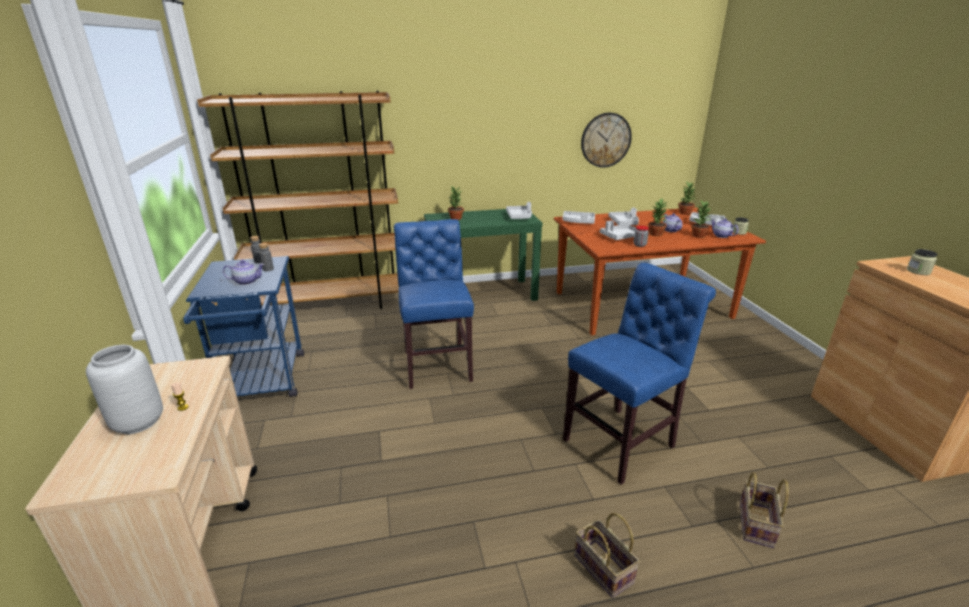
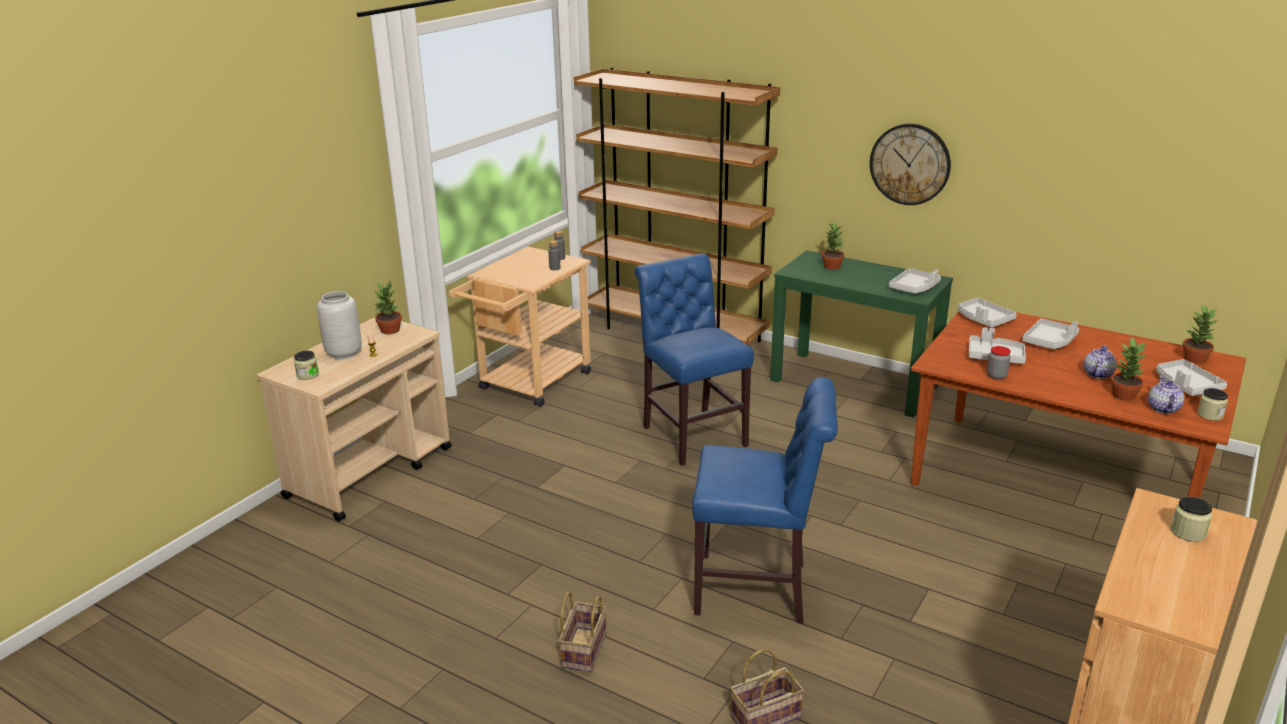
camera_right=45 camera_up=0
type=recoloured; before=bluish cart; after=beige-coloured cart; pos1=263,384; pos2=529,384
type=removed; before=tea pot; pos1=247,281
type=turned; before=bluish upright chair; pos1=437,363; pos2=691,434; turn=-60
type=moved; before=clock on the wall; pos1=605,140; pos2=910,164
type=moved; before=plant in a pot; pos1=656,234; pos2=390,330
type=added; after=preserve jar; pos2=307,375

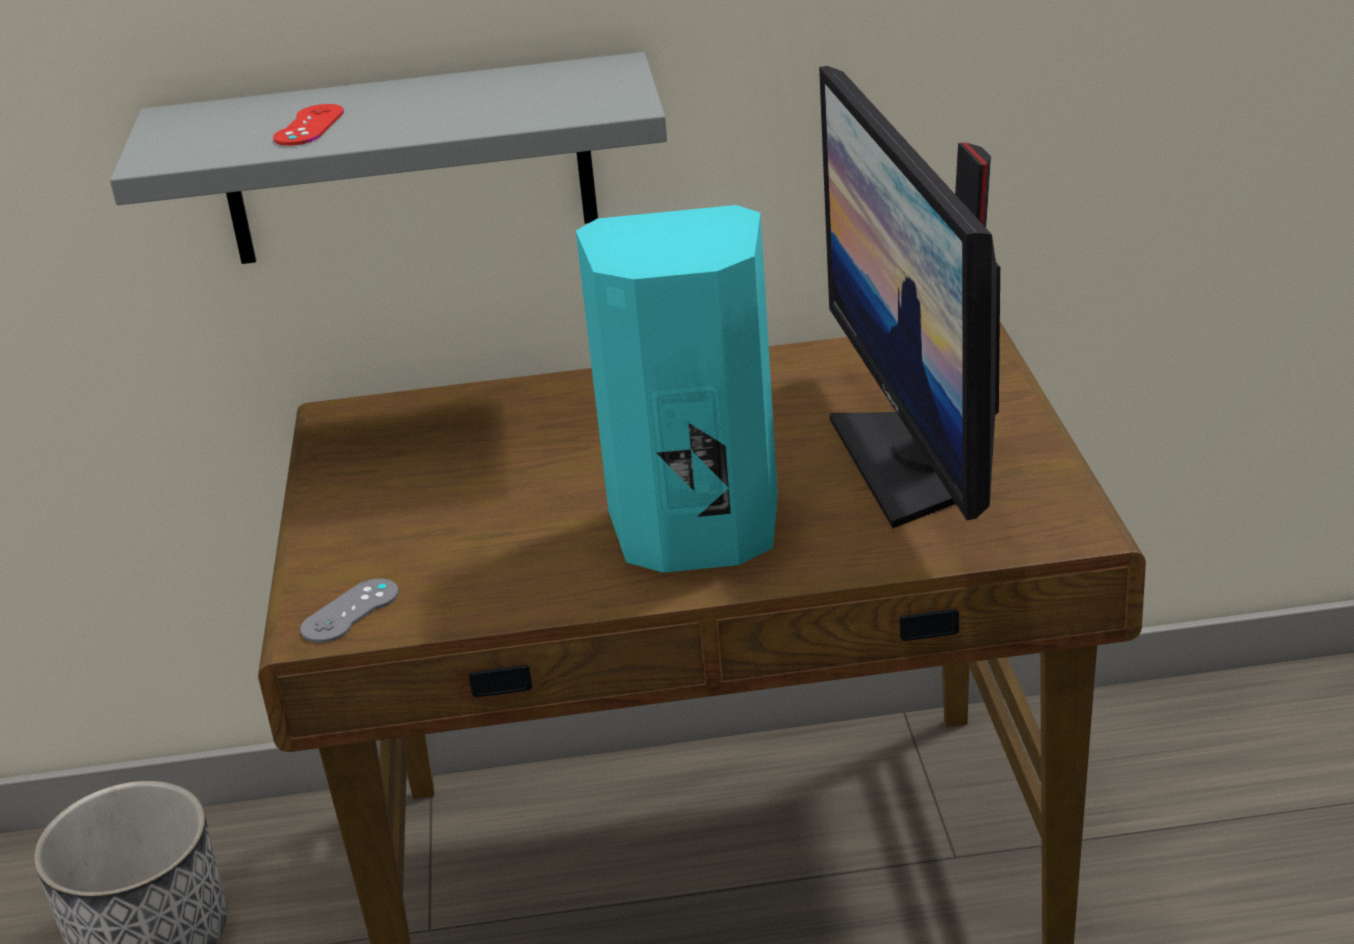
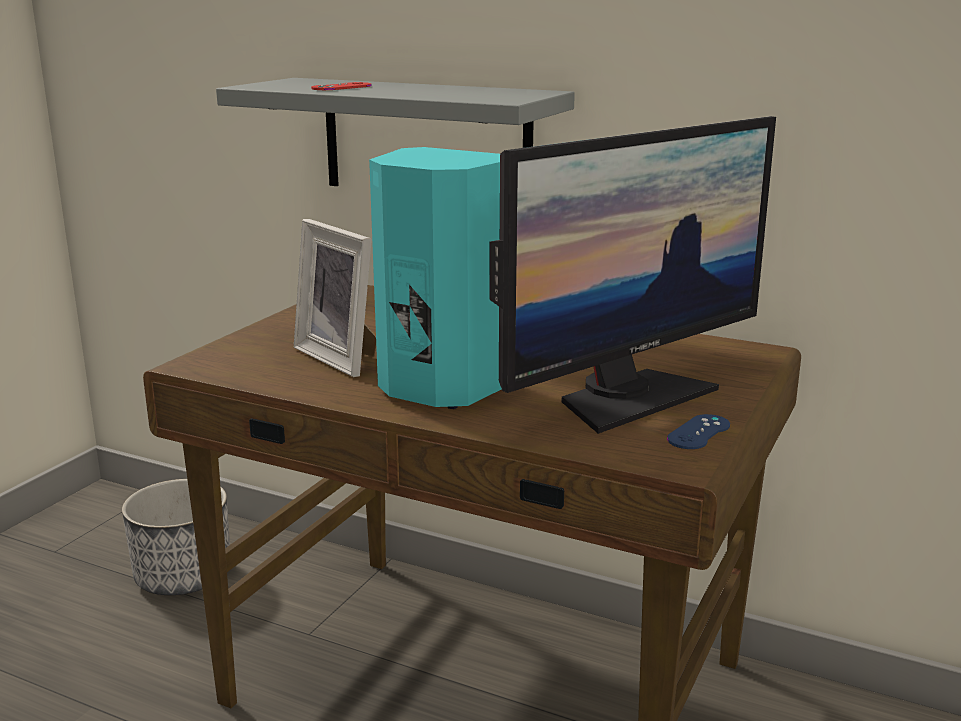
camera_right=30 camera_up=-10
type=removed; before=greyish joypad; pos1=350,611
type=turned; before=computer screen; pos1=914,461; pos2=628,397; turn=-150
type=added; after=picture frame; pos2=343,357
type=added; after=bluish joypad; pos2=699,432

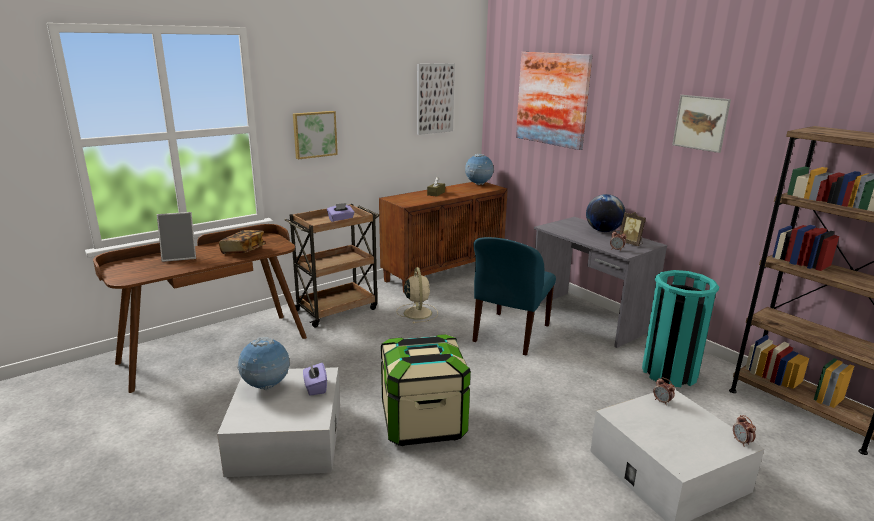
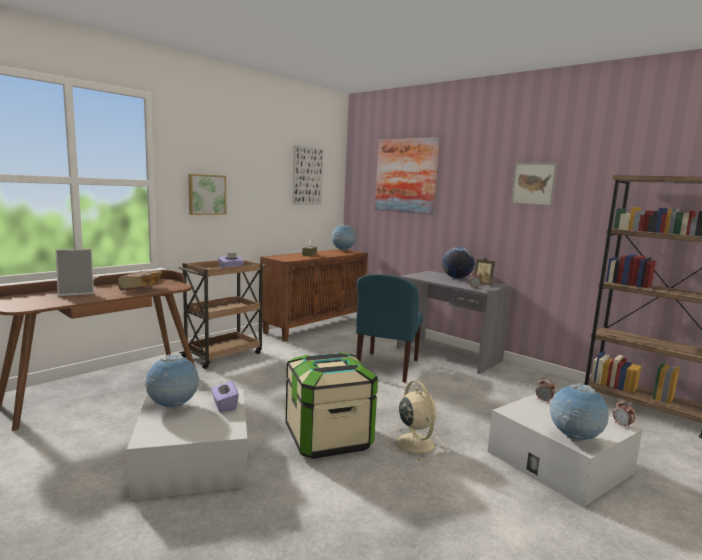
camera_right=-10 camera_up=-10
type=moved; before=beige-coloured electric fan; pos1=417,312; pos2=414,442
type=removed; before=turquoise trash can; pos1=669,372
type=added; after=globe; pos2=574,439

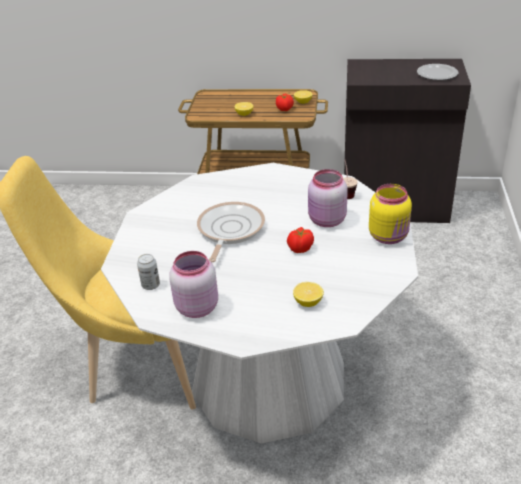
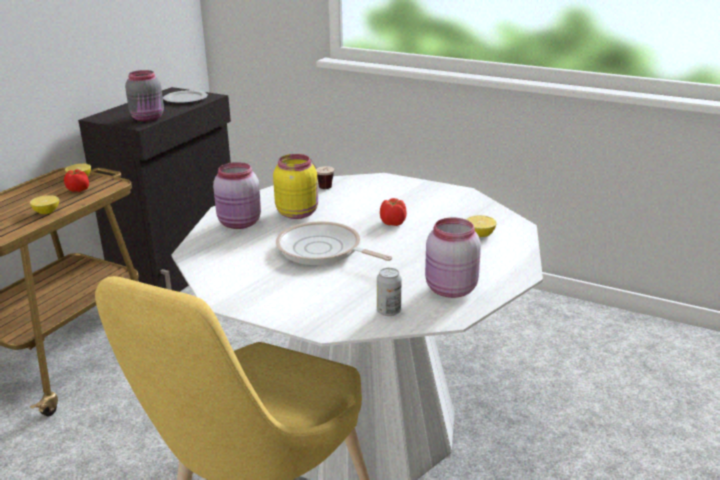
camera_right=-70 camera_up=-10
type=moved; before=pinkish preserve jar; pos1=326,221; pos2=240,223
type=moved; before=yellow preserve jar; pos1=389,236; pos2=298,213
type=added; after=greyish preserve jar; pos2=148,118

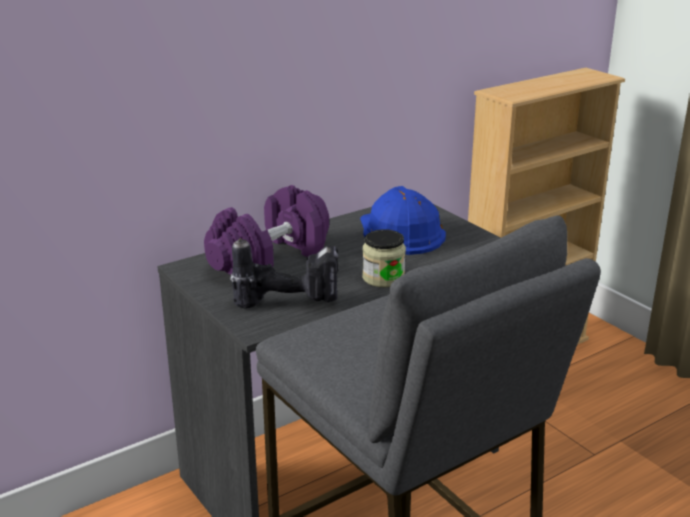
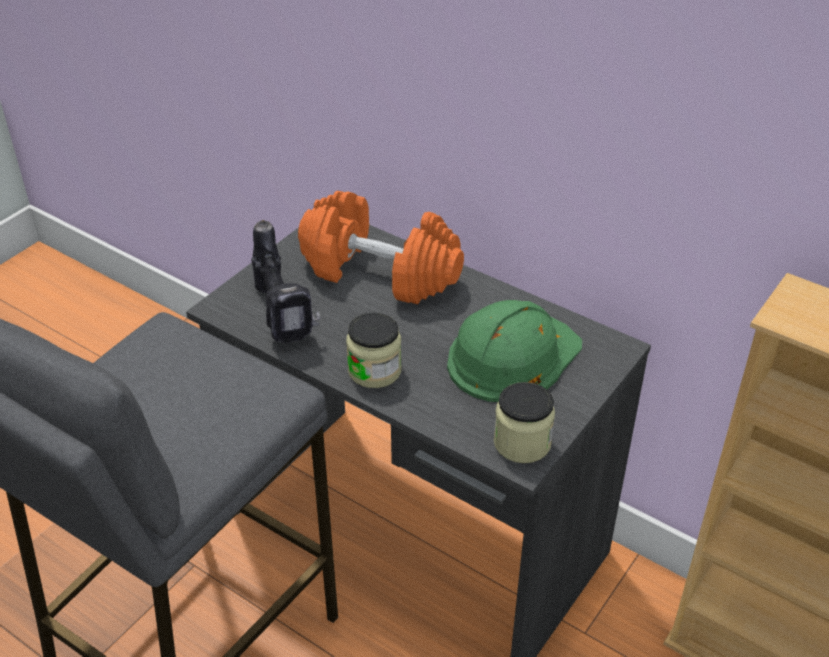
camera_right=70 camera_up=15
type=recoloured; before=purple free weight; after=orangey free weight; pos1=269,258; pos2=381,272
type=recoloured; before=bluish work helmet; after=greenish work helmet; pos1=400,232; pos2=512,356
type=added; after=preserve jar; pos2=522,443

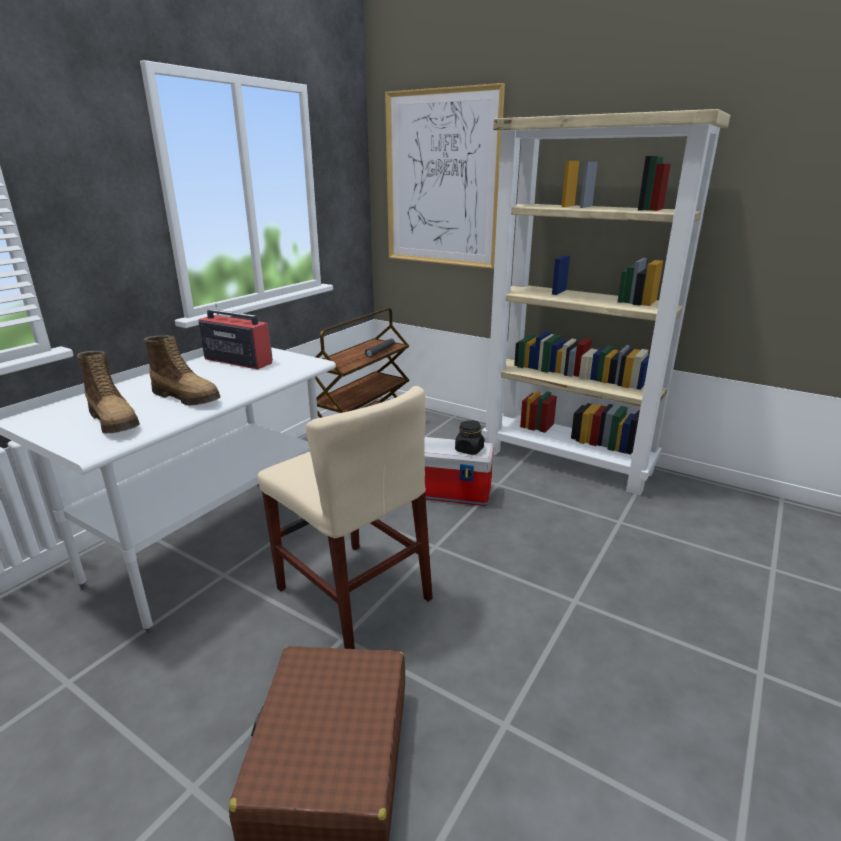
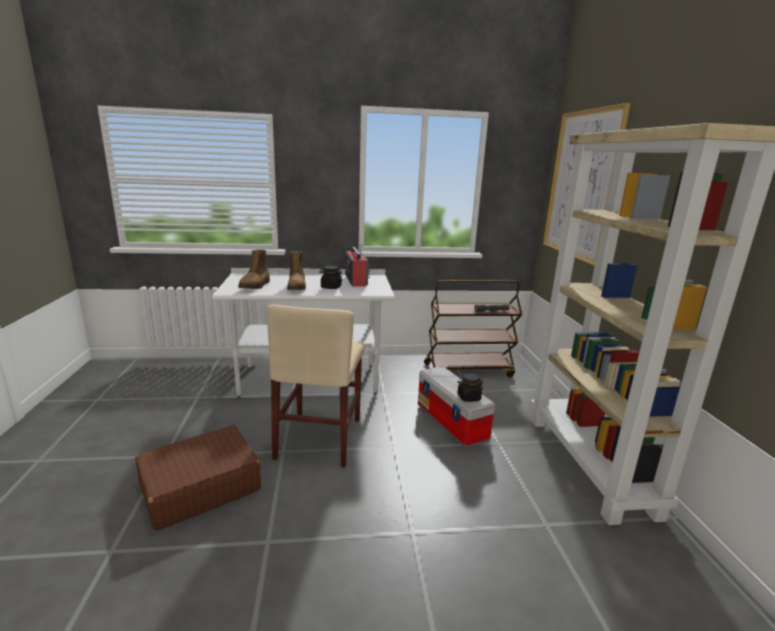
camera_right=50 camera_up=-5
type=added; after=black preserve jar; pos2=331,287

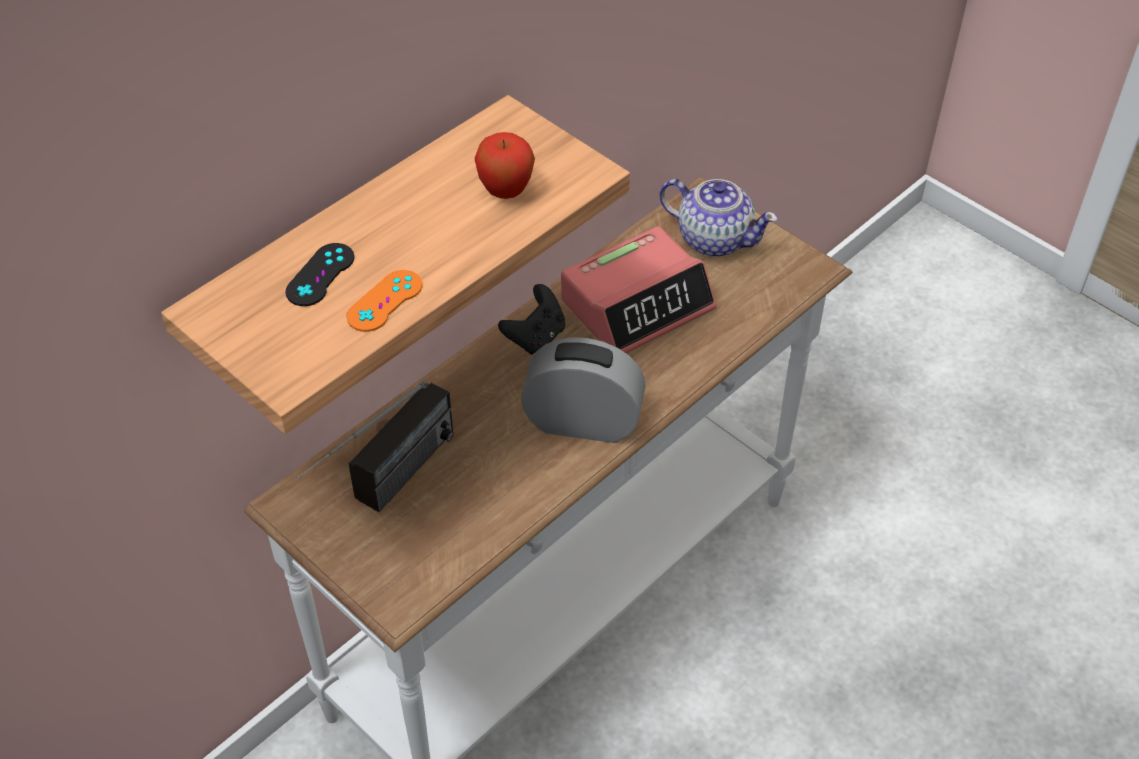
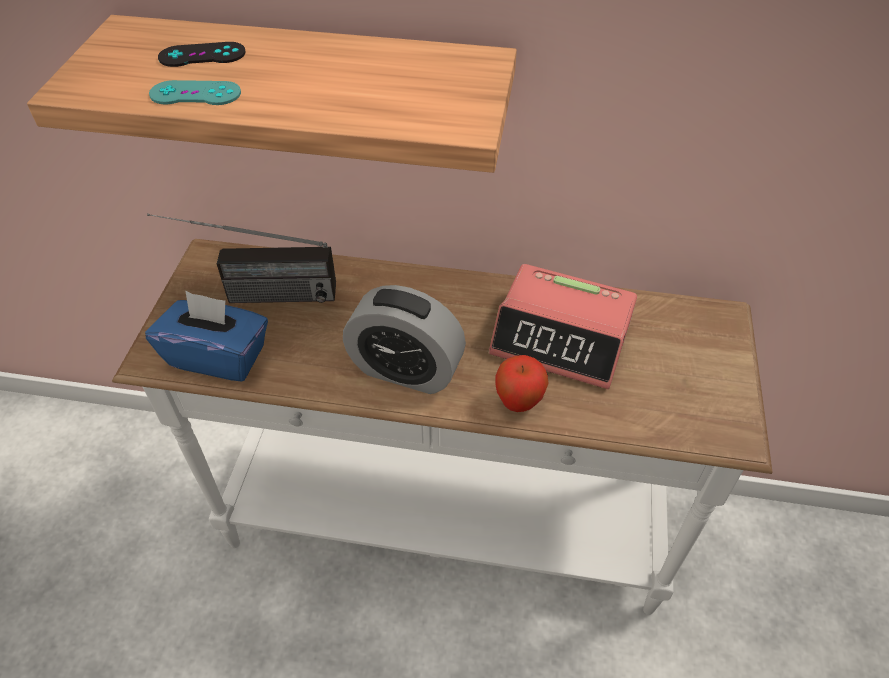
camera_right=55 camera_up=0
type=recoloured; before=orangey joypad; after=turquoise joypad; pos1=385,301; pos2=195,94
type=moved; before=apple fruit; pos1=506,191; pos2=518,402
type=removed; before=black joypad; pos1=535,337
type=turned; before=bedside clock; pos1=583,422; pos2=405,370; turn=135
type=removed; before=tea pot; pos1=713,238
type=added; after=bluish tissue box; pos2=218,356

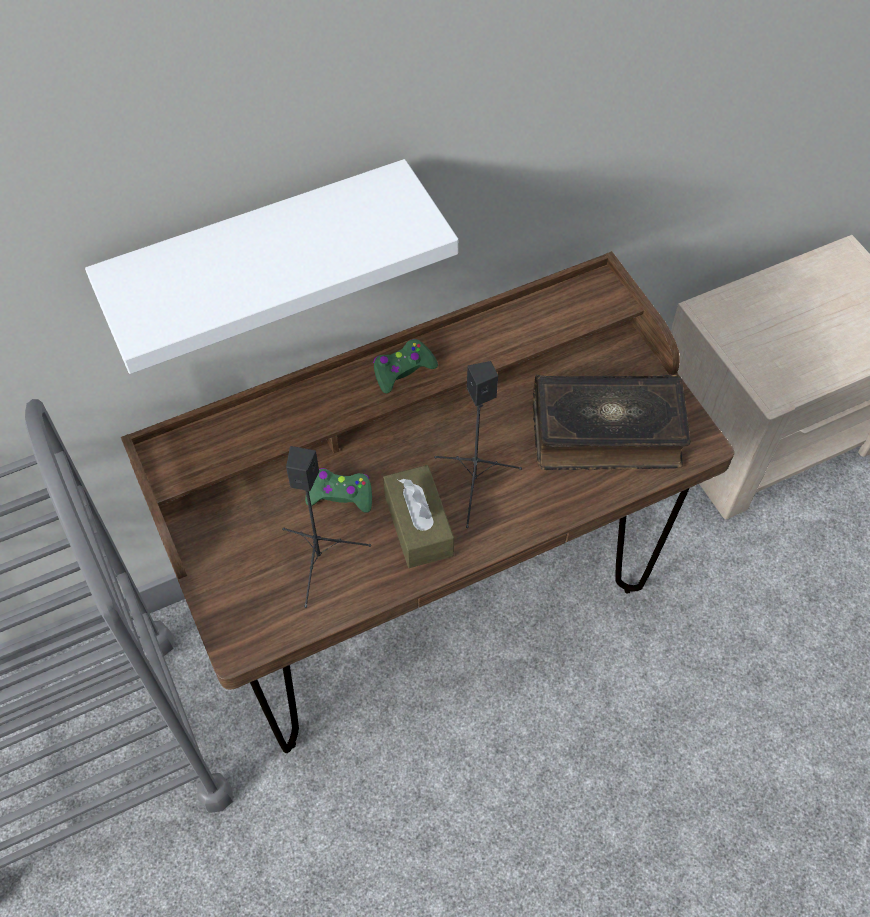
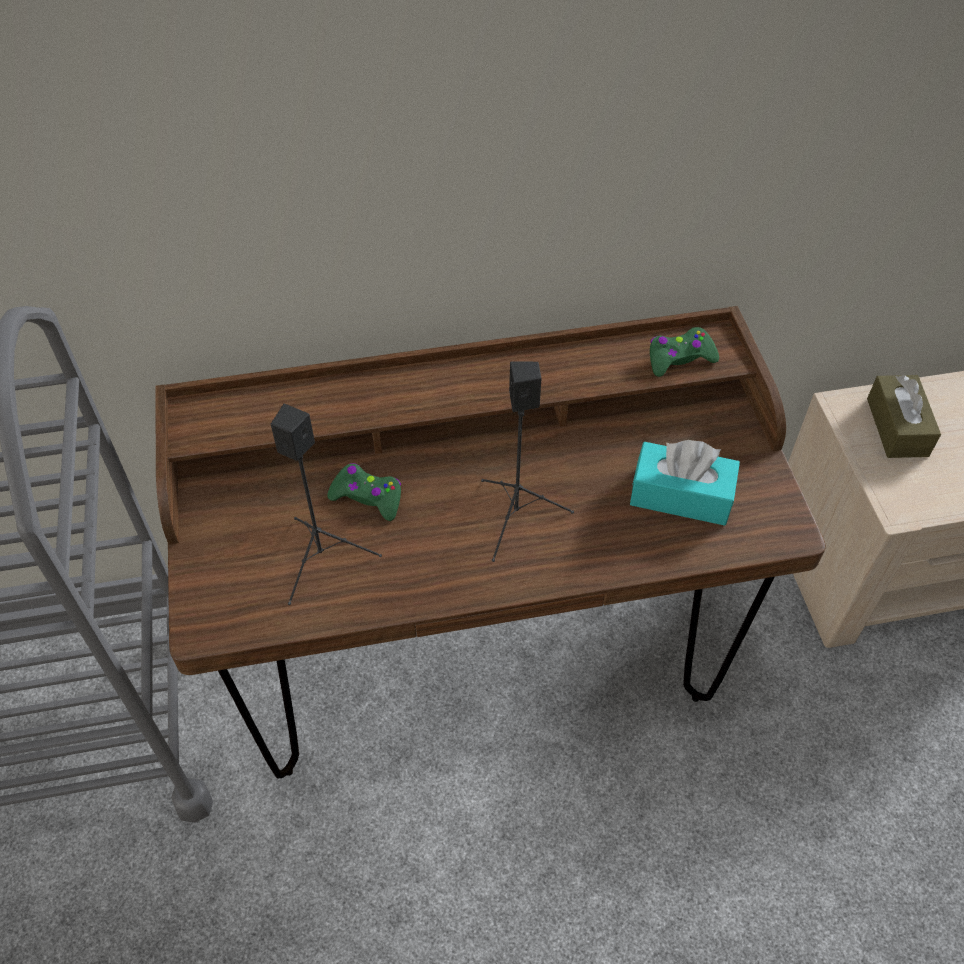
camera_right=15 camera_up=-5
type=removed; before=whitish shelf; pos1=258,255
type=moved; before=greenish joypad; pos1=403,370; pos2=679,358
type=moved; before=brownish tissue box; pos1=418,525; pos2=897,427
type=replaced; before=volume; after=turquoise tissue box; pos1=606,433; pos2=681,496

